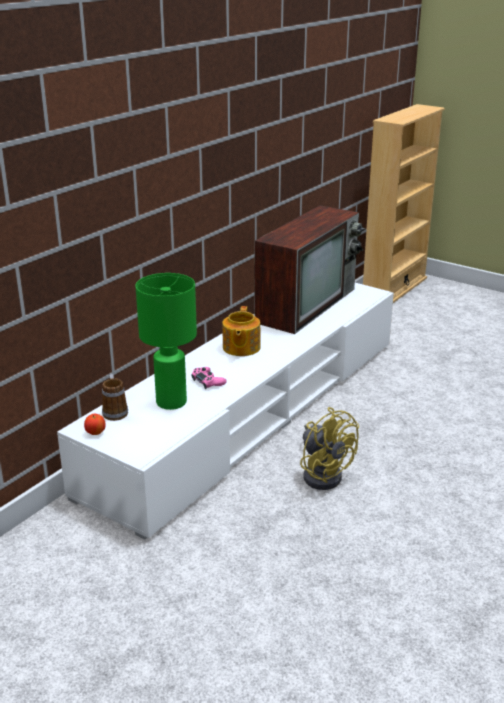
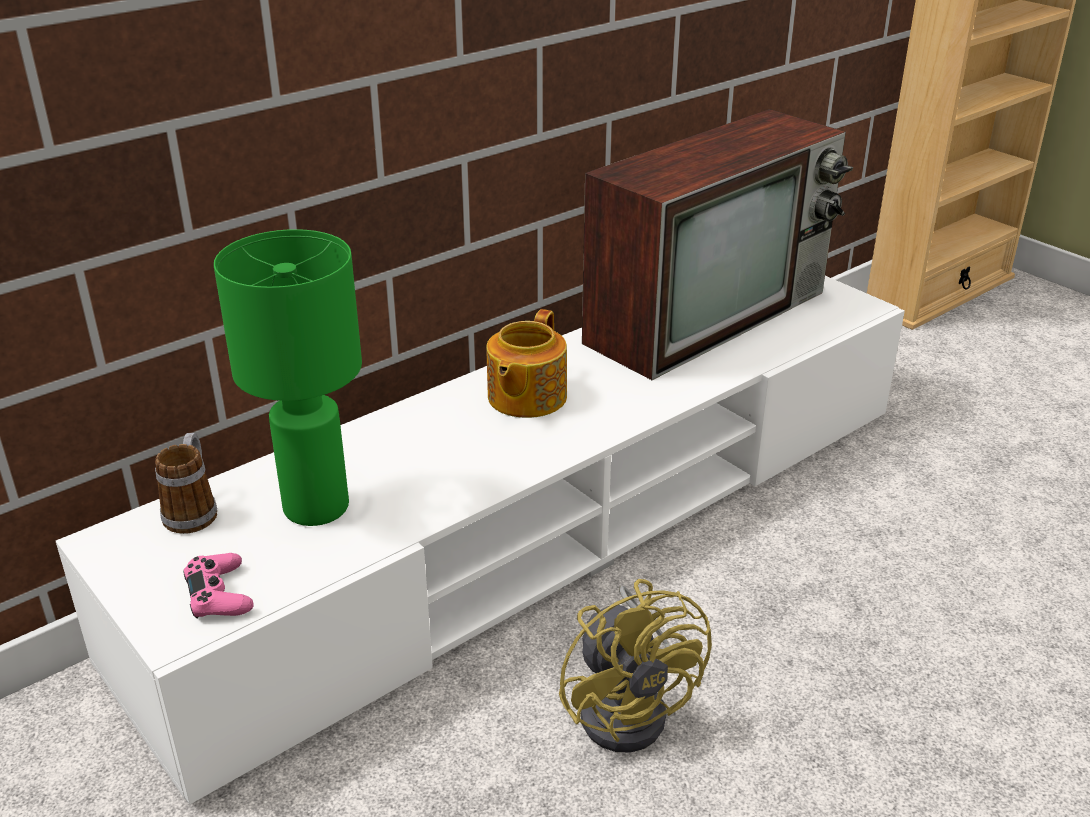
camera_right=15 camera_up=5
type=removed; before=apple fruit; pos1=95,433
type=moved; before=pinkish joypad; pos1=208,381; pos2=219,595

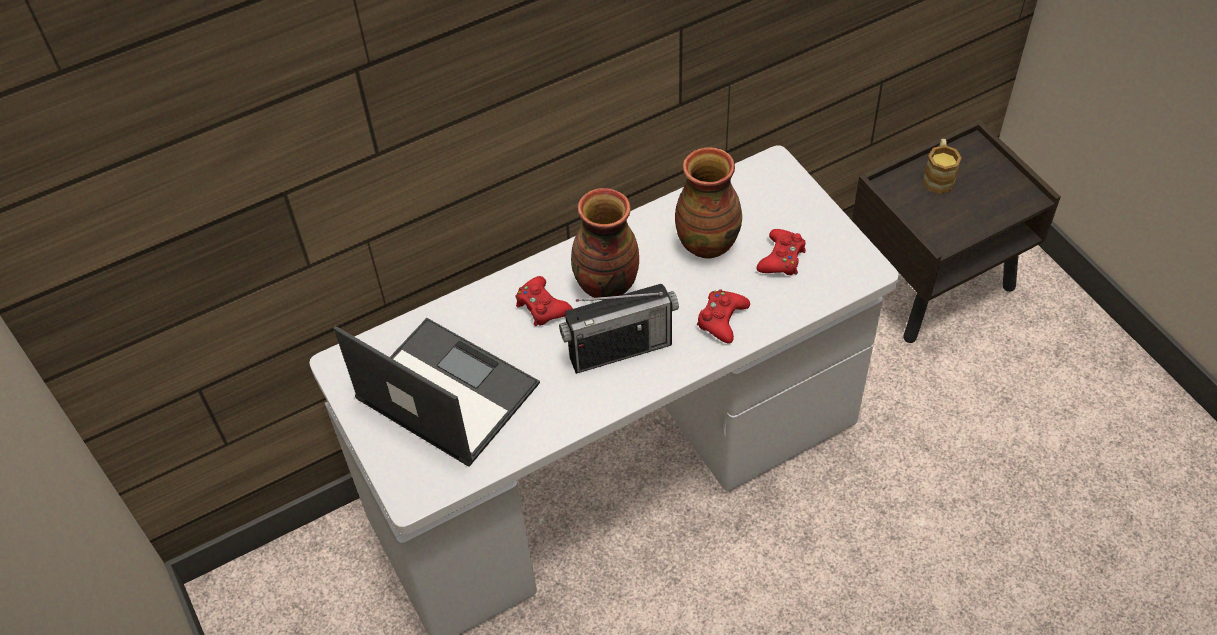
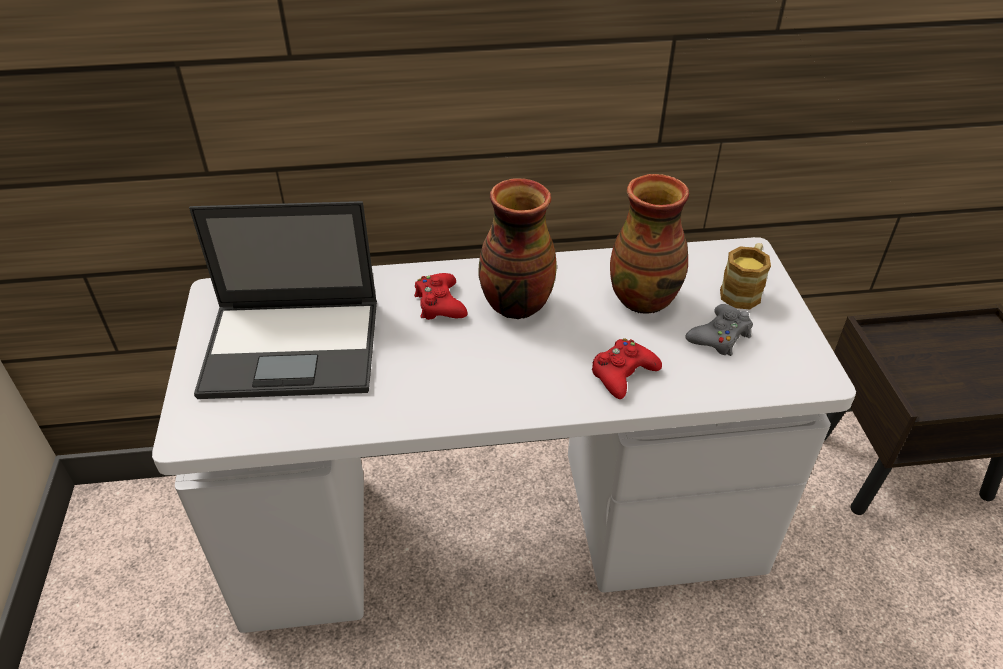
camera_right=20 camera_up=-10
type=turned; before=notebook computer; pos1=445,391; pos2=294,347; turn=120
type=removed; before=radio; pos1=619,349
type=recoloured; before=reddish joypad; after=greyish joypad; pos1=782,258; pos2=720,336
type=moved; before=mug; pos1=939,176; pos2=743,290

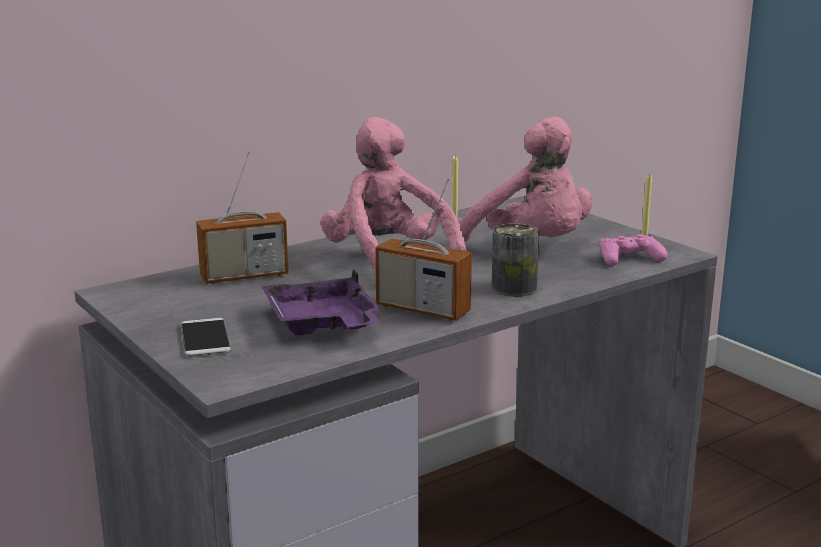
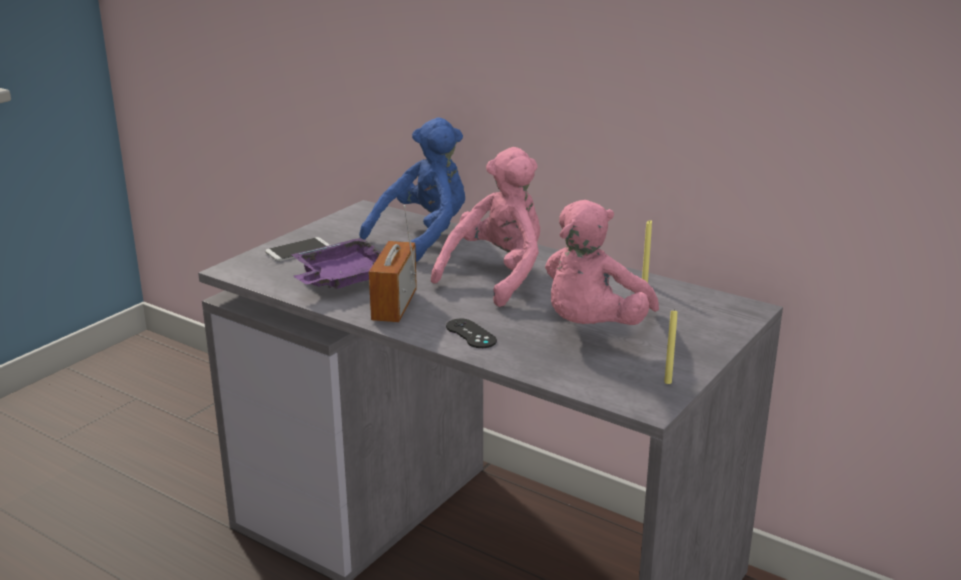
camera_right=70 camera_up=5
type=replaced; before=radio; after=bluish soft toy; pos1=244,276; pos2=424,237
type=replaced; before=sealed can; after=black joypad; pos1=514,288; pos2=471,334
type=removed; before=pinkish joypad; pos1=629,259

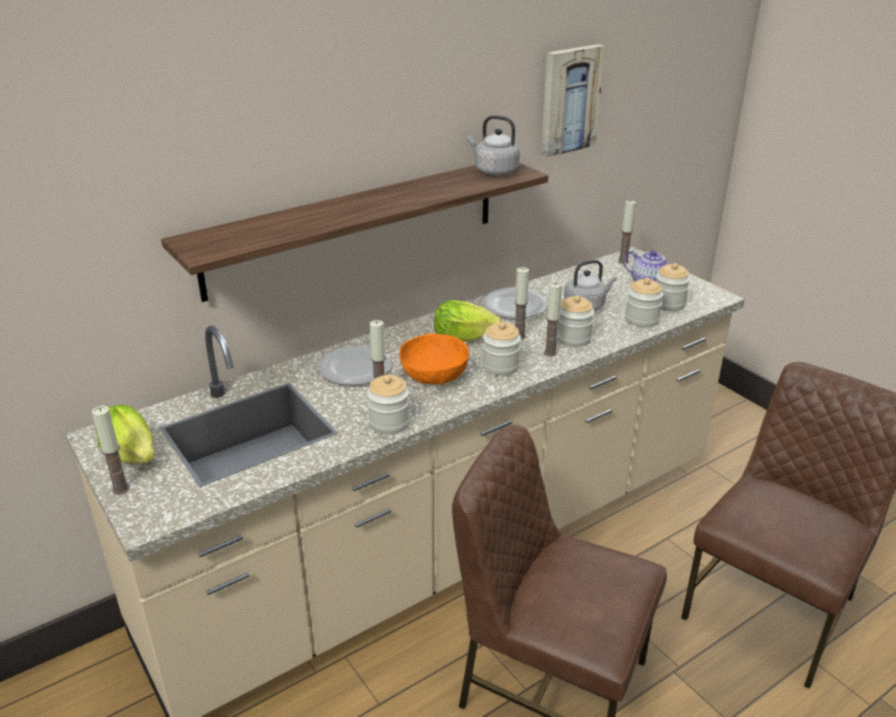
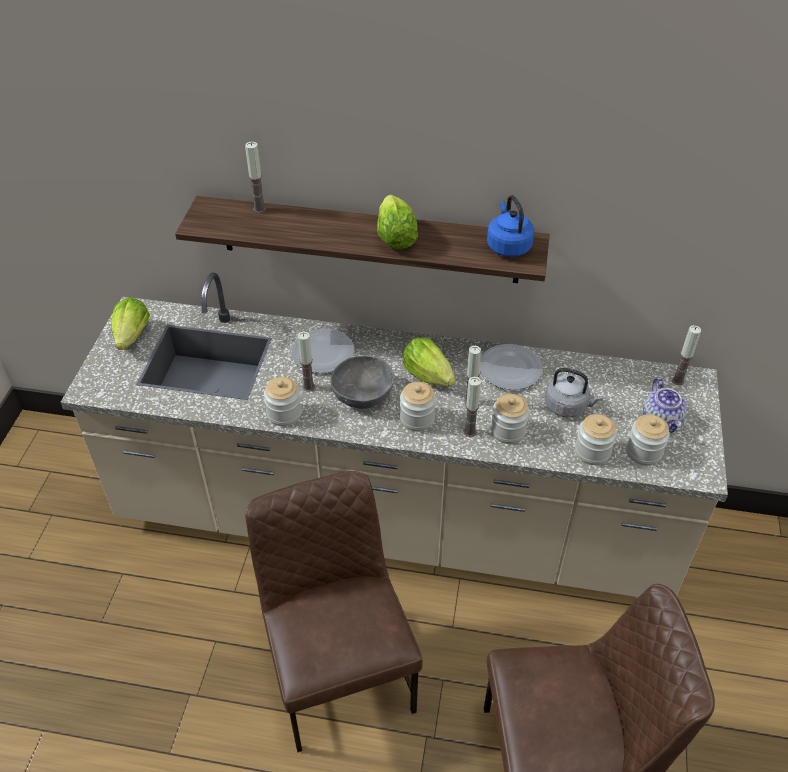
camera_right=45 camera_up=15
type=moved; before=wax light; pos1=120,489; pos2=259,209
type=recoloured; before=orangey deep dish; after=greyish deep dish; pos1=434,375; pos2=363,395
type=recoloured; before=greyish water kettle; after=bluish water kettle; pos1=494,171; pos2=508,246
type=removed; before=picture; pos1=569,100
type=added; after=lettuce; pos2=395,238

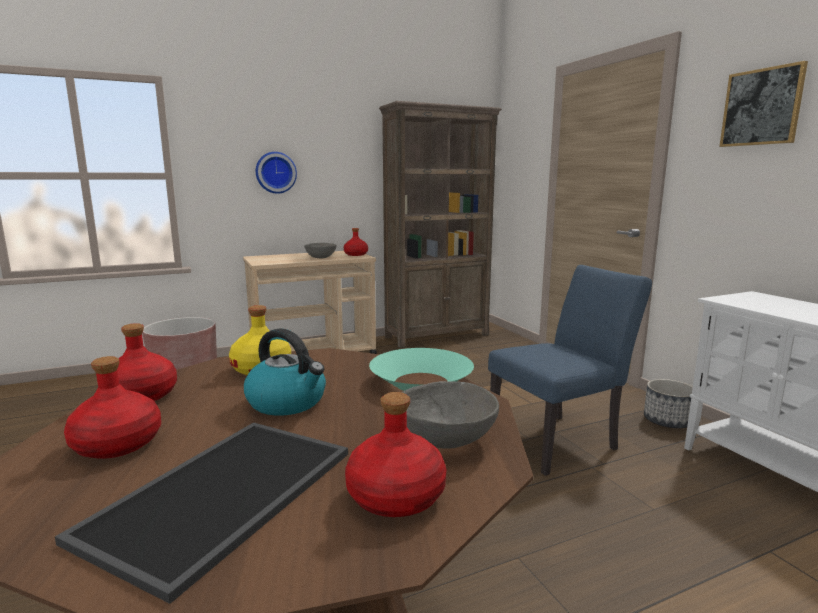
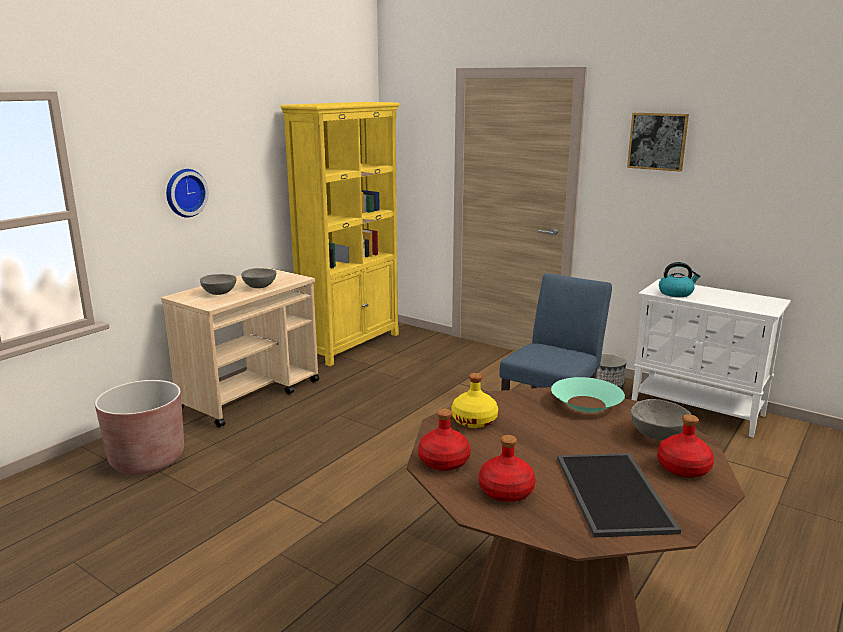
camera_right=-30 camera_up=5
type=moved; before=water kettle; pos1=288,402; pos2=676,293
type=removed; before=reddish beverage bottle; pos1=356,254
type=recoloured; before=brownish shelving unit; after=yellow shelving unit; pos1=438,336; pos2=351,344
type=added; after=greyish deep dish; pos2=219,293

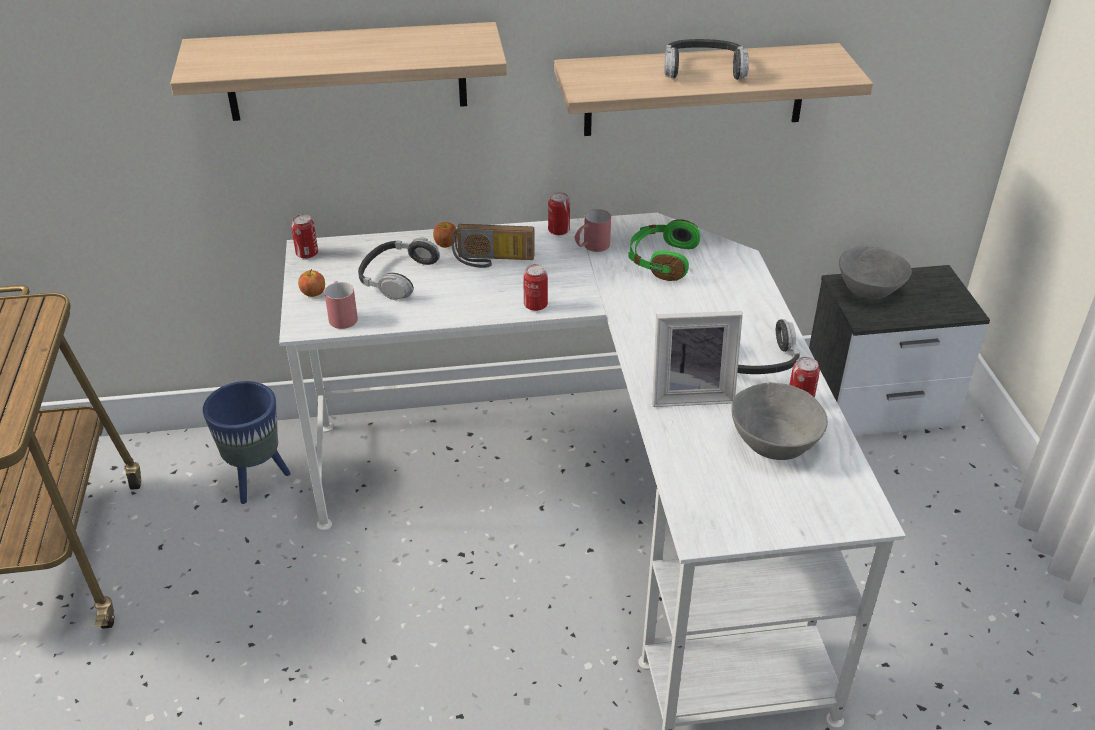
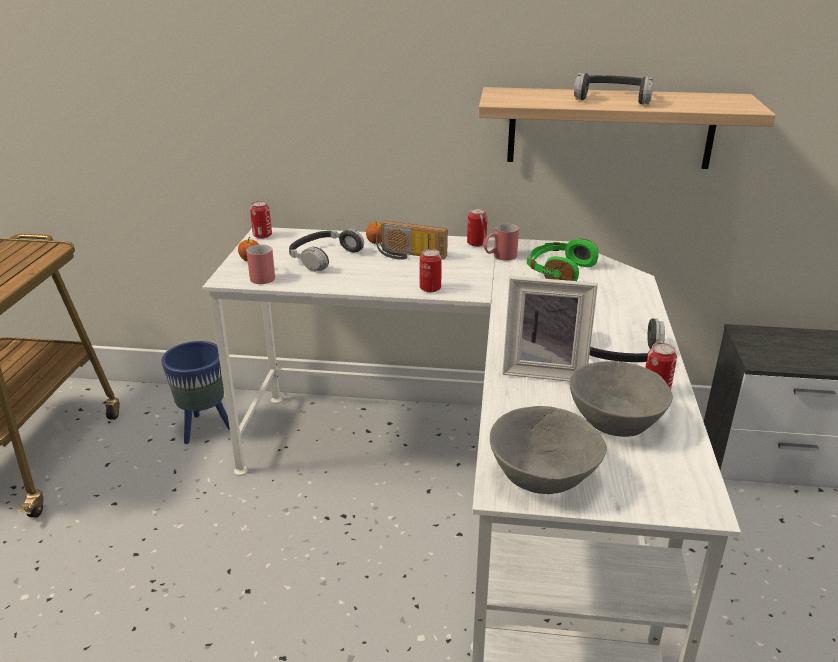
camera_right=15 camera_up=-10
type=removed; before=shelf; pos1=346,72
type=moved; before=greyish deep dish; pos1=869,290; pos2=542,478

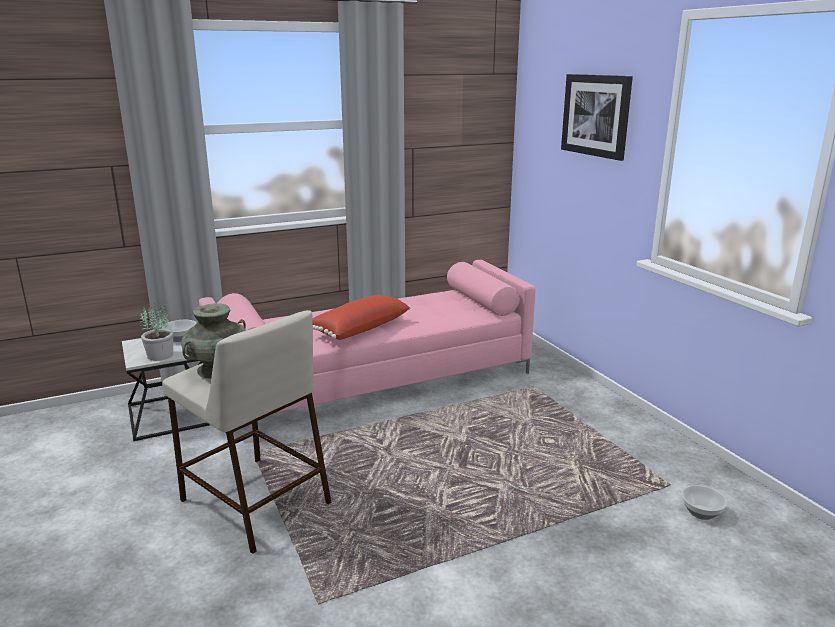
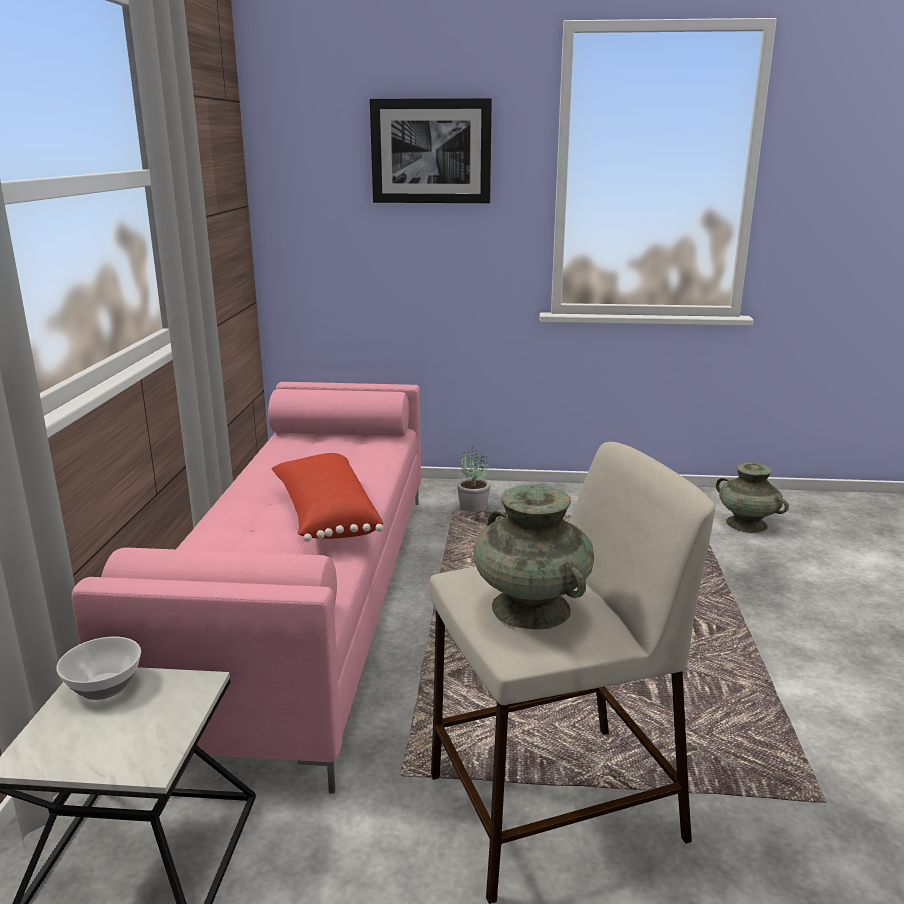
camera_right=-60 camera_up=0
type=moved; before=plant in a pot; pos1=160,355; pos2=472,507
type=replaced; before=deep dish; after=turquoise decorative vase; pos1=702,513; pos2=747,524

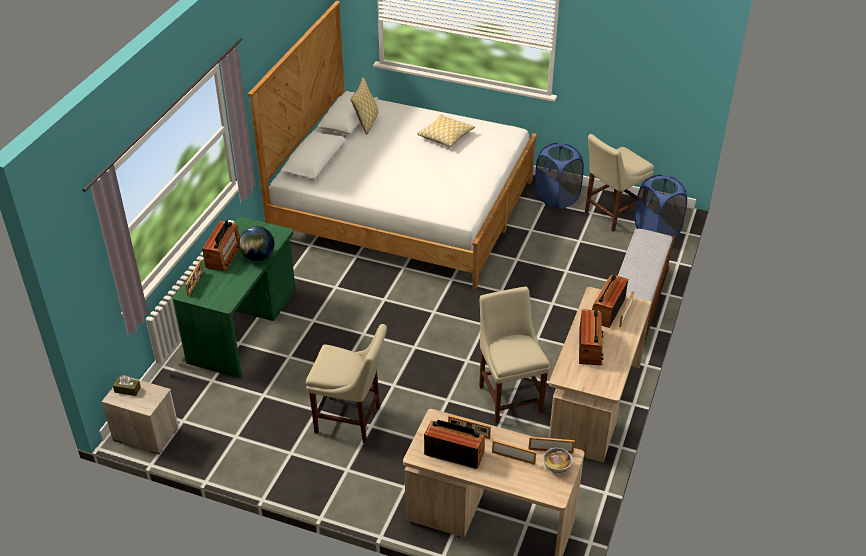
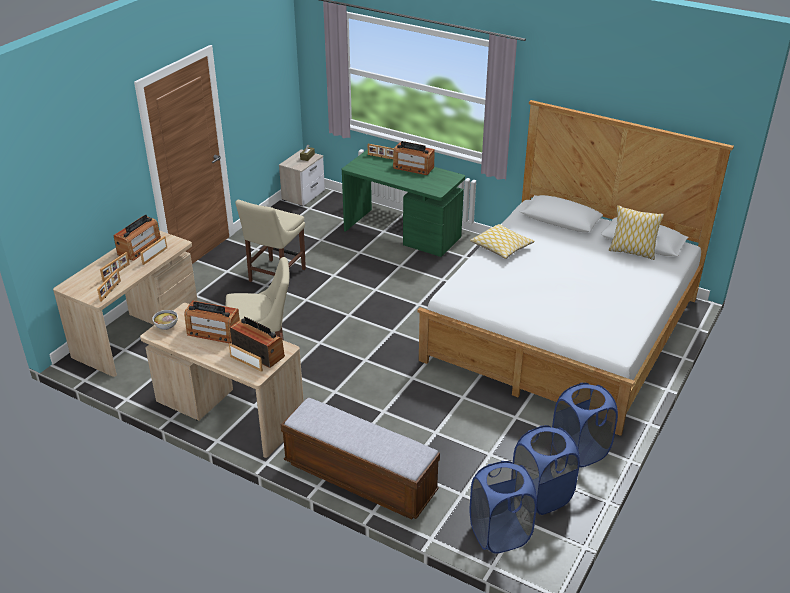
camera_right=100 camera_up=-5
type=removed; before=globe; pos1=258,257
type=moved; before=cushion; pos1=445,136; pos2=501,247
type=moved; before=deep dish; pos1=557,467; pos2=166,327
type=replaced; before=beige-coloured upright chair; after=bluish laundry basket; pos1=611,214; pos2=541,496

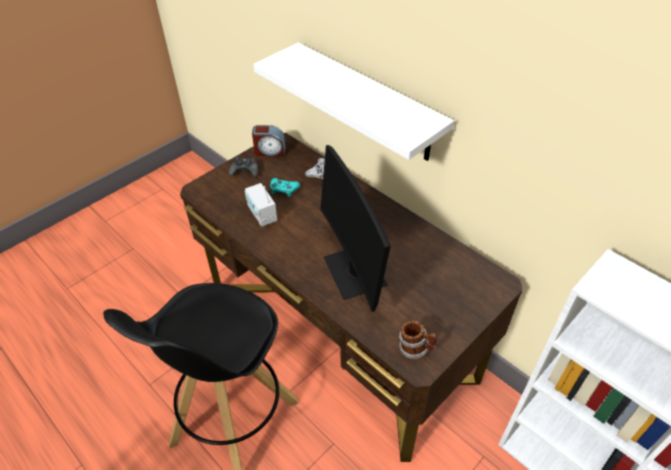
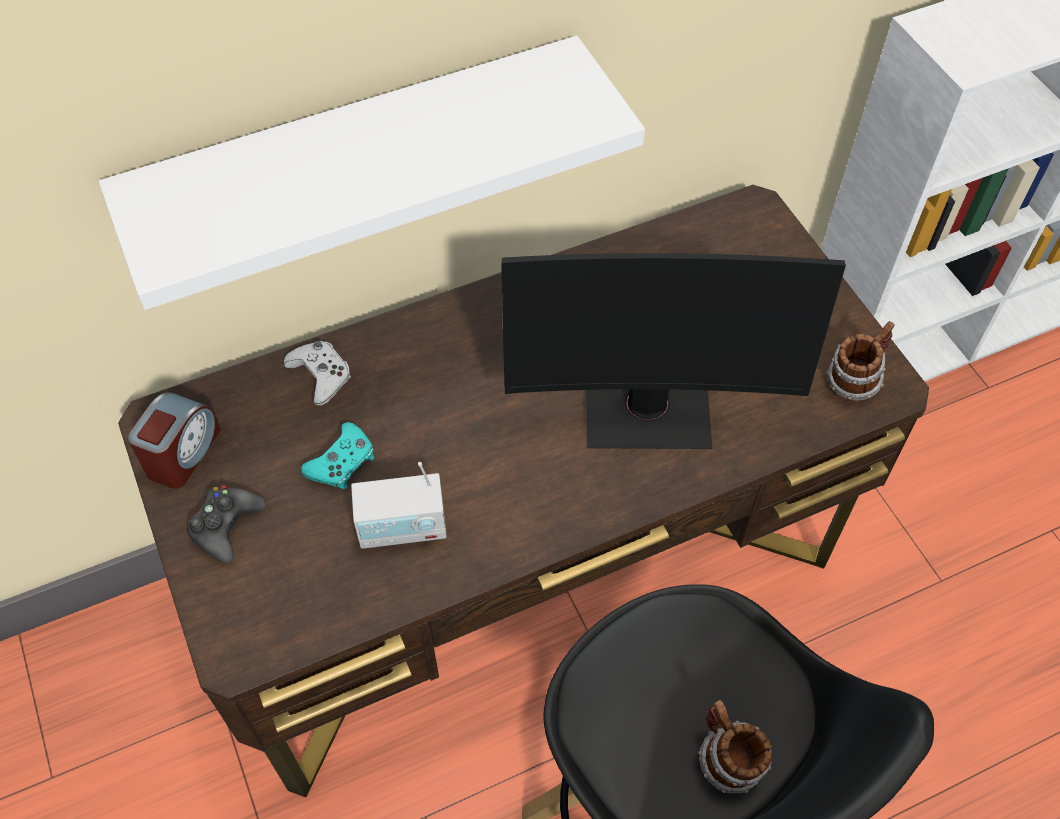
camera_right=-70 camera_up=10
type=added; after=mug; pos2=726,761

